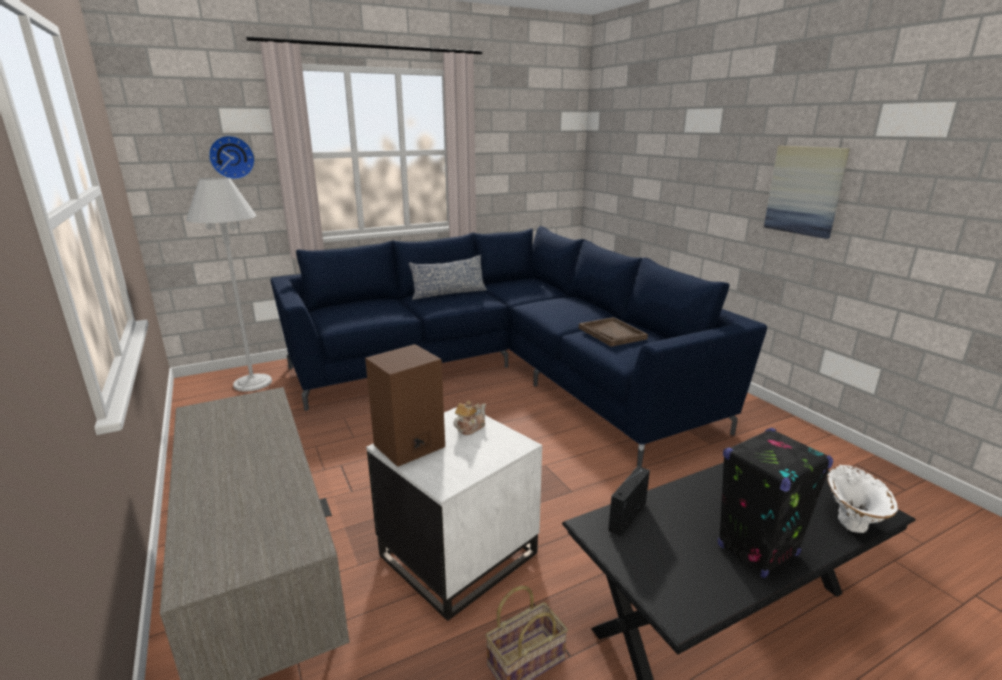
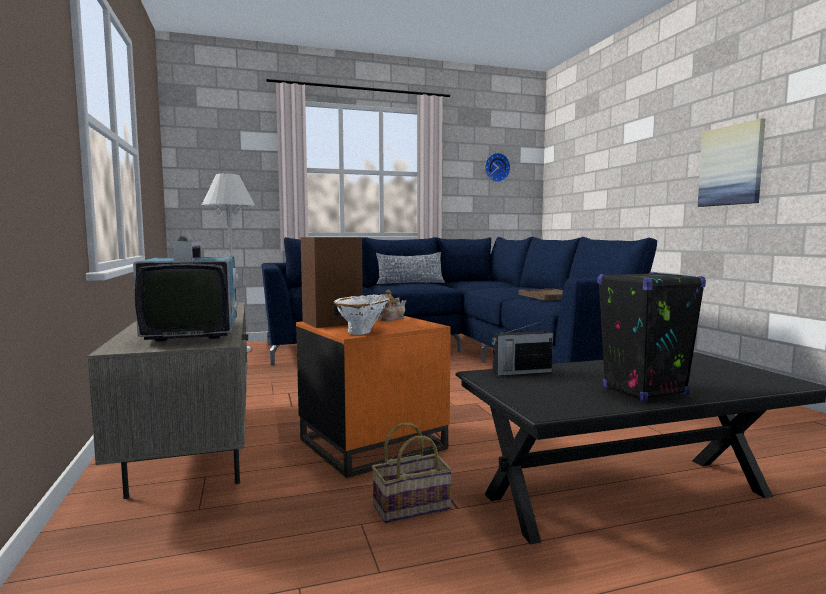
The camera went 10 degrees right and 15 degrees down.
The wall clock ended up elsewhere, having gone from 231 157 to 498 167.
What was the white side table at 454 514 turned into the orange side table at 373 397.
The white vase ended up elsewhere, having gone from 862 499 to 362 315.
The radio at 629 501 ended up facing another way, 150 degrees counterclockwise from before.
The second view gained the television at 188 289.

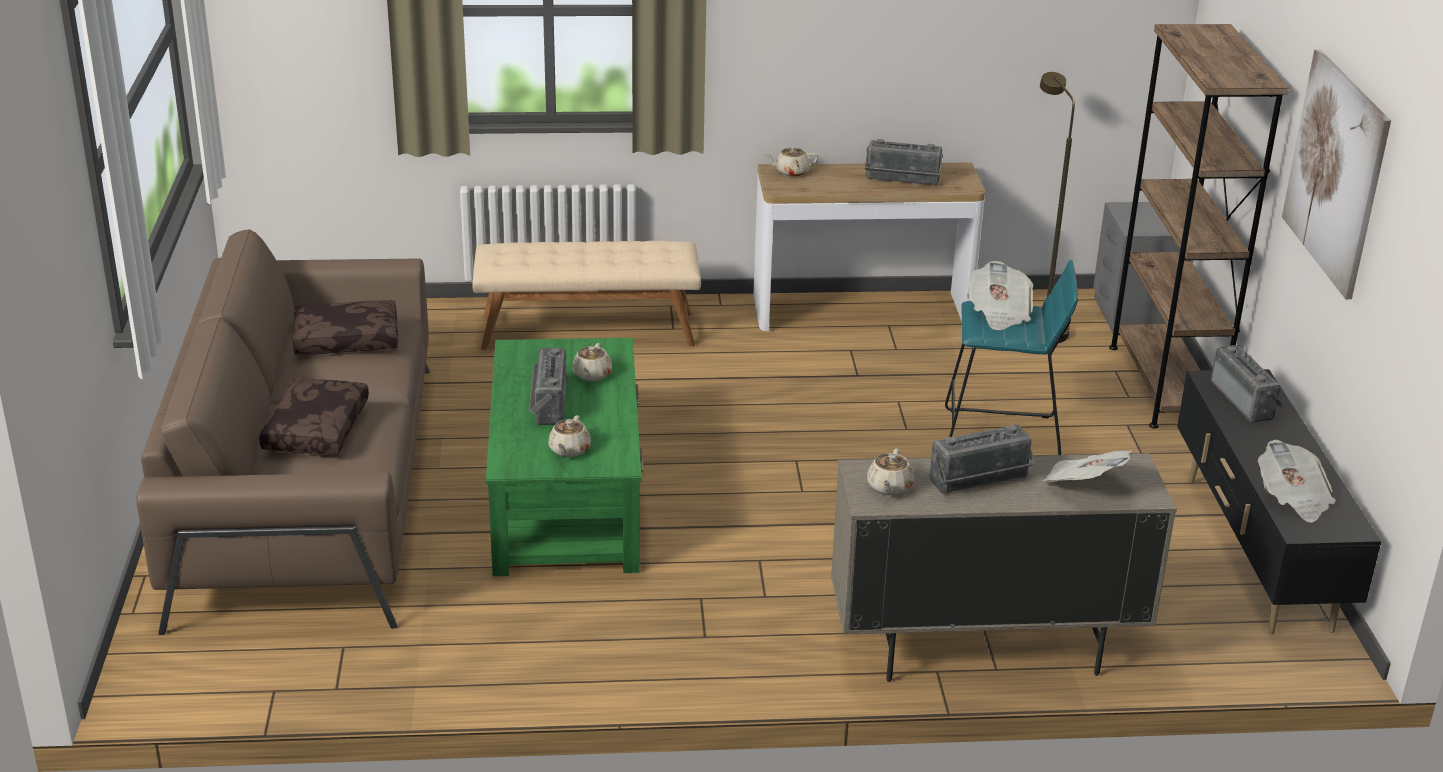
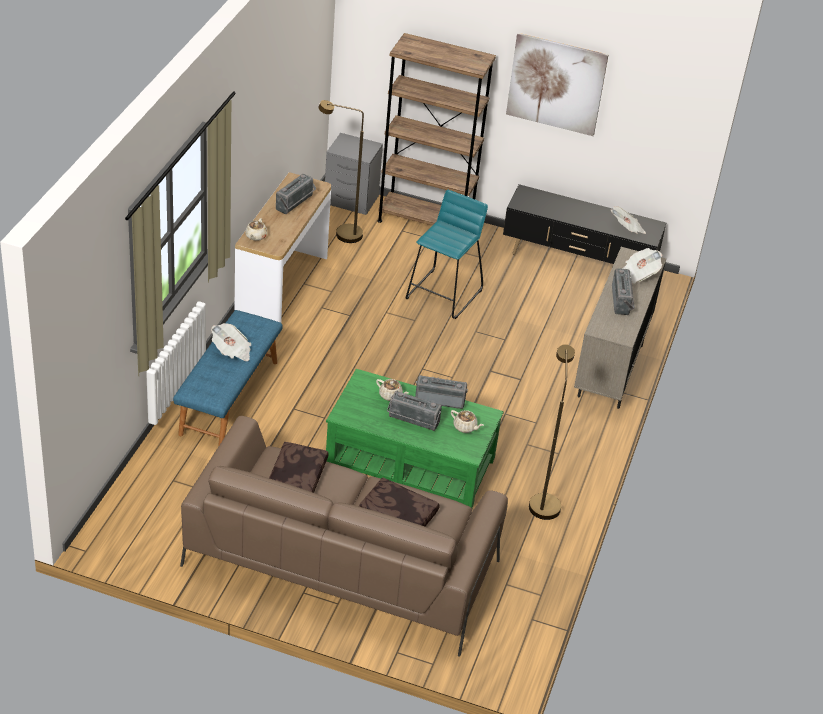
The camera went 70 degrees left and 10 degrees up.
What was the beige bench at 586 295 turned into the blue bench at 228 378.
The newspaper ended up elsewhere, having gone from 1000 295 to 231 342.
The radio ended up elsewhere, having gone from 1247 383 to 441 392.
The second view lost the beige teapot at 890 472.
The second view gained the brown floor lamp at 552 432.

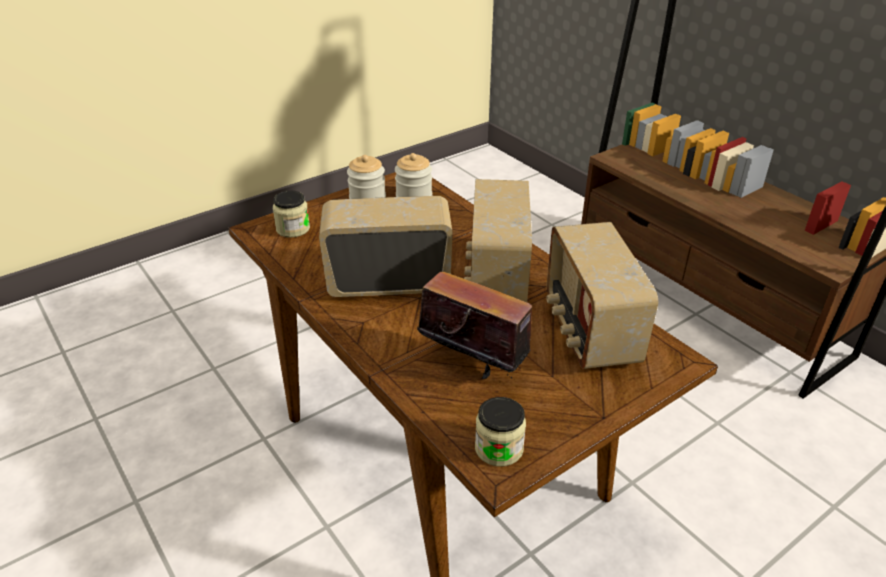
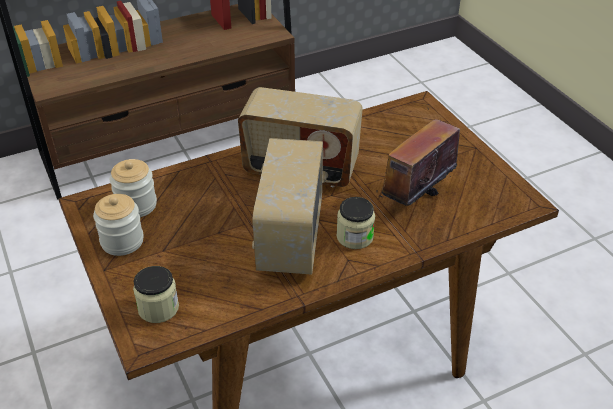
The camera went 80 degrees left and 5 degrees up.
The second view lost the radio at 602 295.
The jar ended up elsewhere, having gone from 500 431 to 356 223.

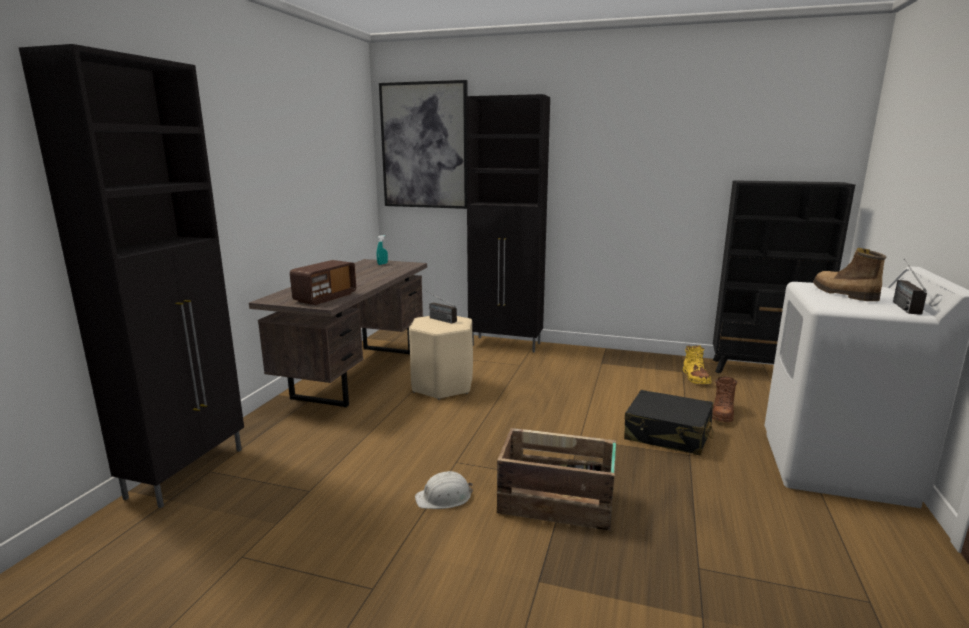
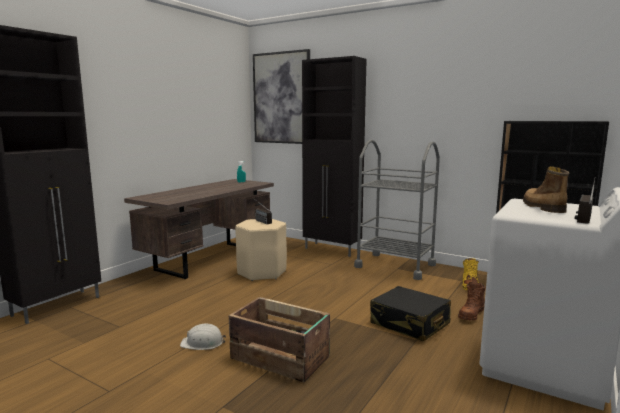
The camera went 15 degrees right and 5 degrees down.
The second view lost the radio at 323 282.
The second view gained the grey cart at 397 210.

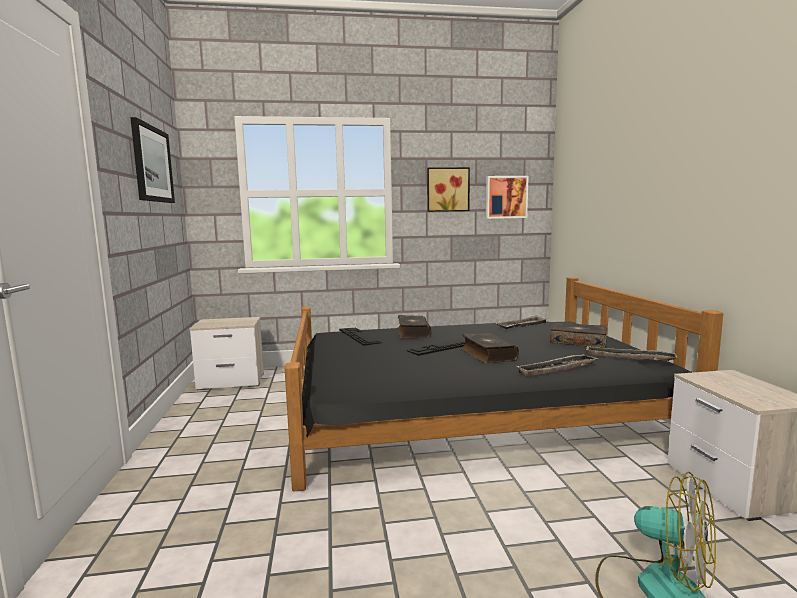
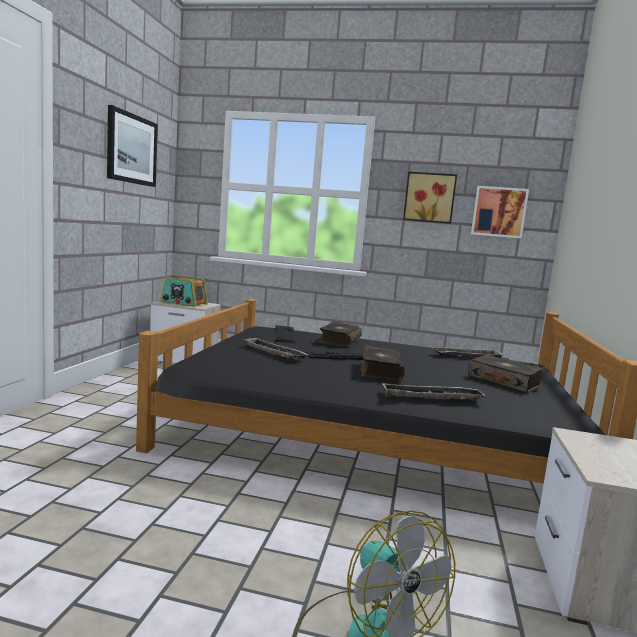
The camera went 20 degrees right and 0 degrees up.
The tray ended up elsewhere, having gone from 631 353 to 276 348.
The second view gained the radio at 184 291.

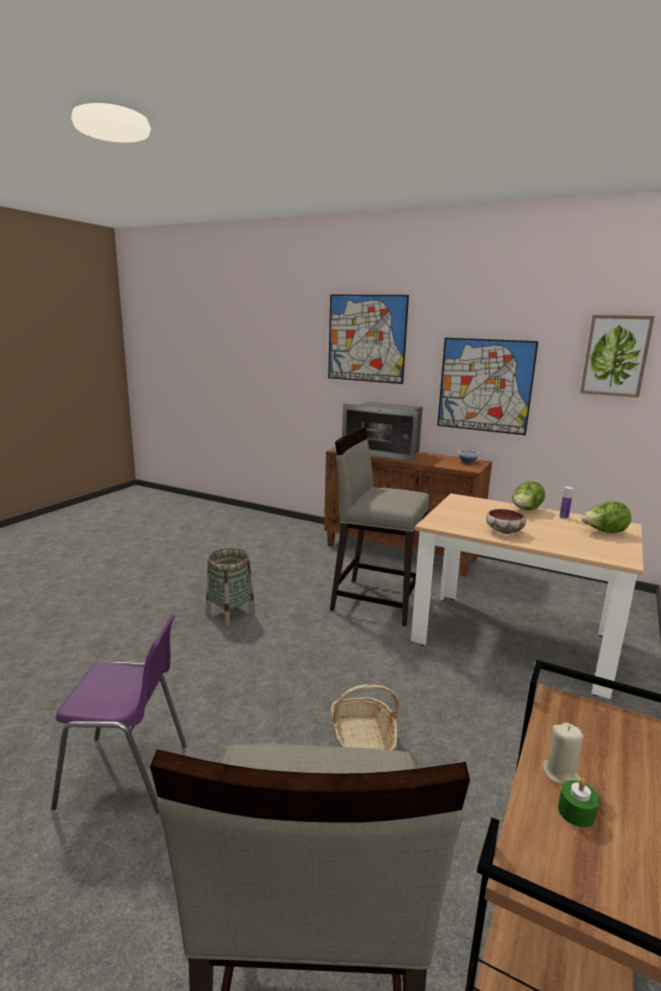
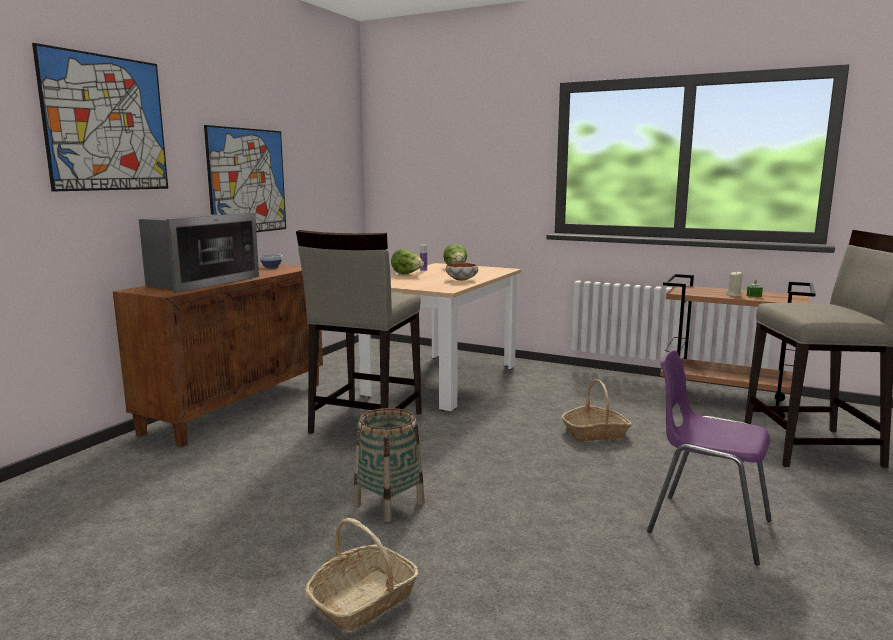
The camera went 90 degrees left and 5 degrees down.
The second view lost the picture at 617 356.
The purple chair at 119 714 ended up facing another way, 60 degrees counterclockwise from before.
The second view gained the basket at 362 574.

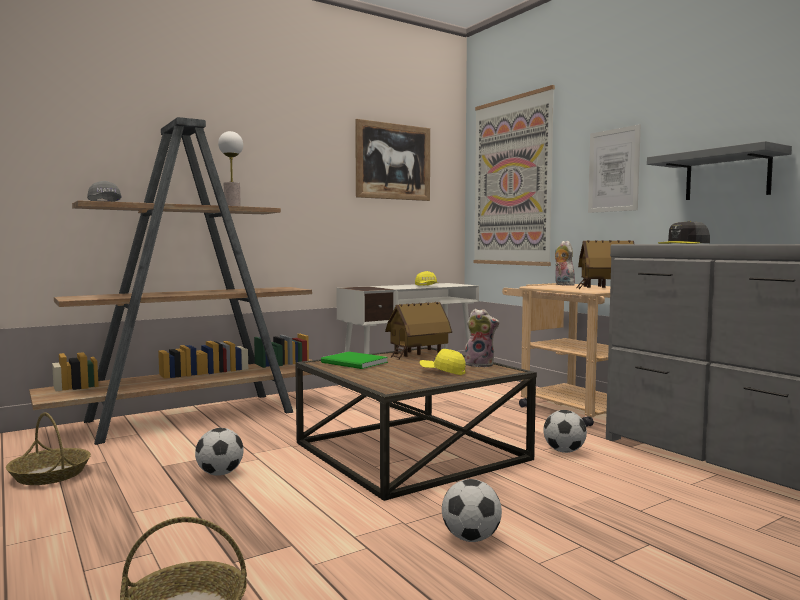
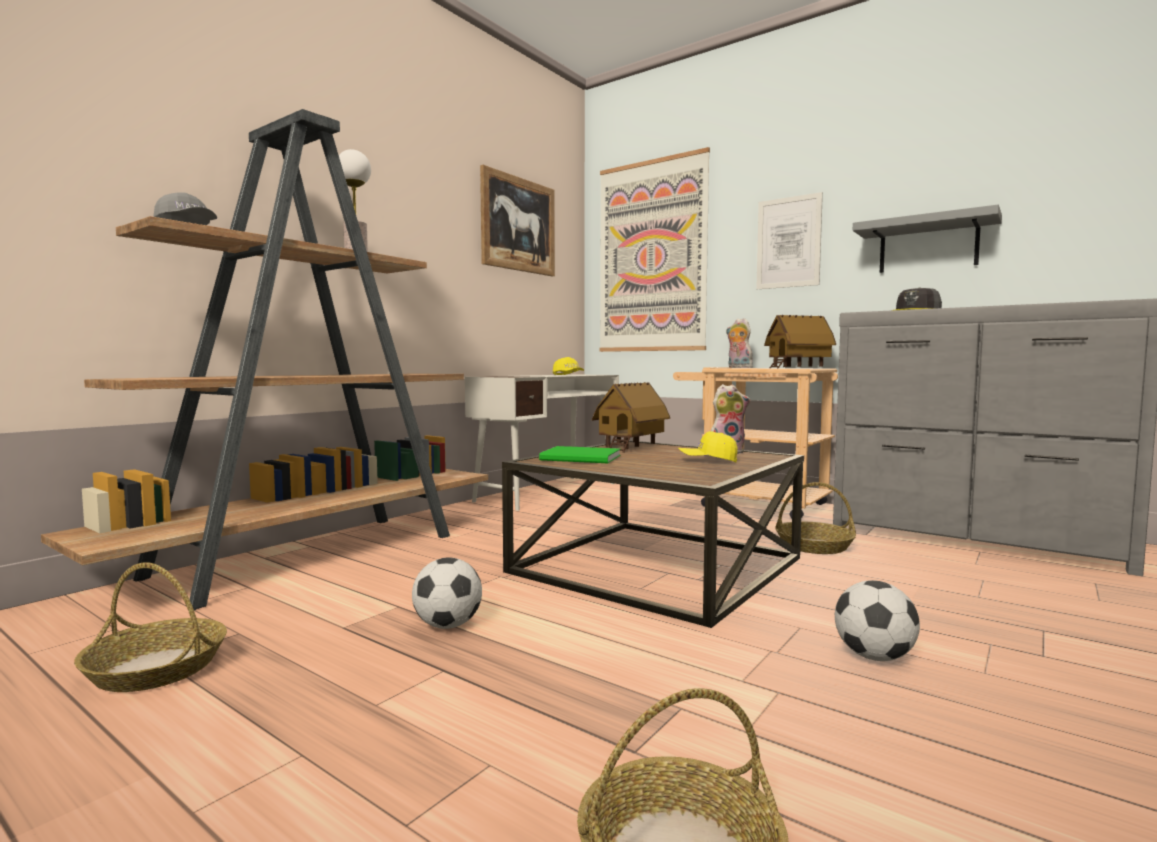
The camera went 20 degrees left and 0 degrees up.
Where the football stood at 565 431, the basket came to stand at 815 518.

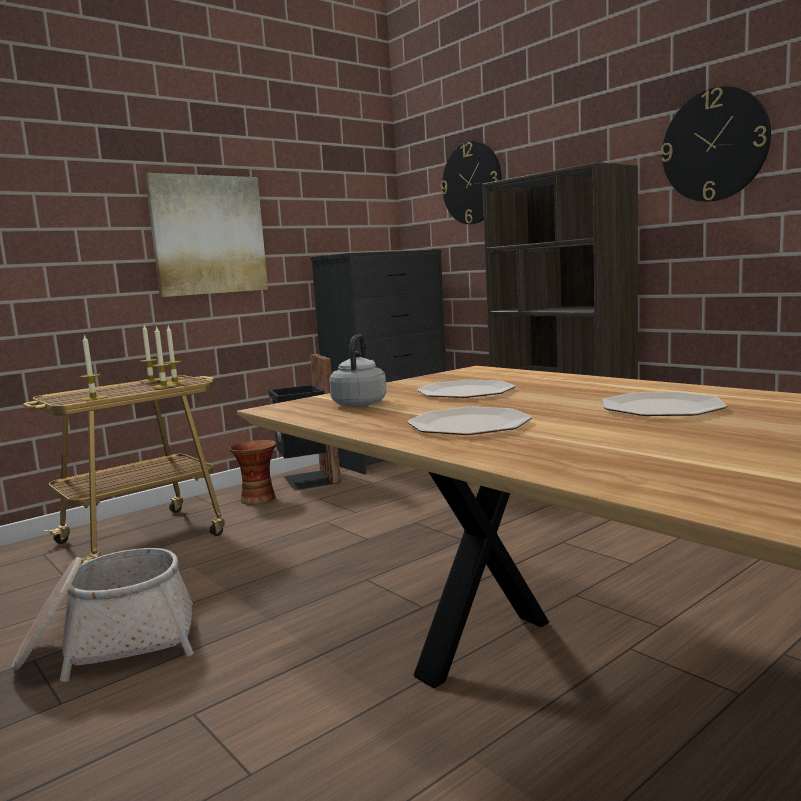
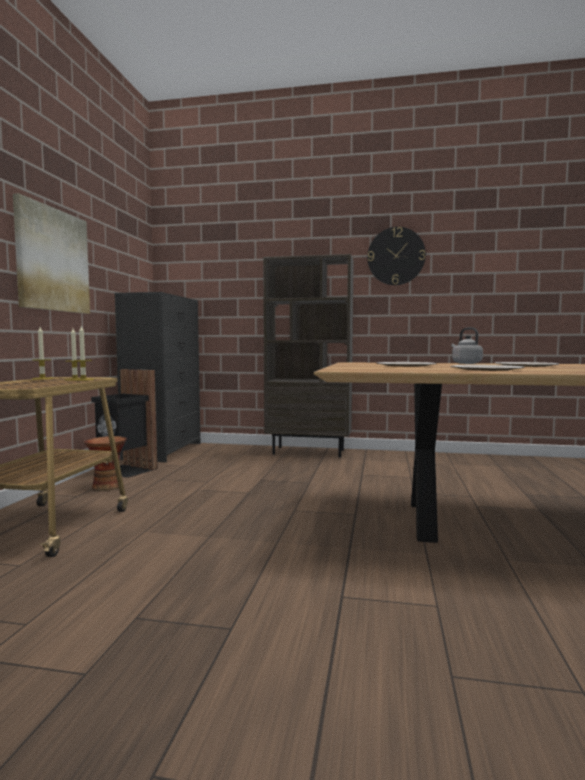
The camera went 40 degrees left and 5 degrees down.
The second view lost the wall clock at 471 182.
The second view lost the candle at 92 367.
The grey kettle ended up elsewhere, having gone from 358 370 to 467 345.
The second view lost the basket at 103 615.

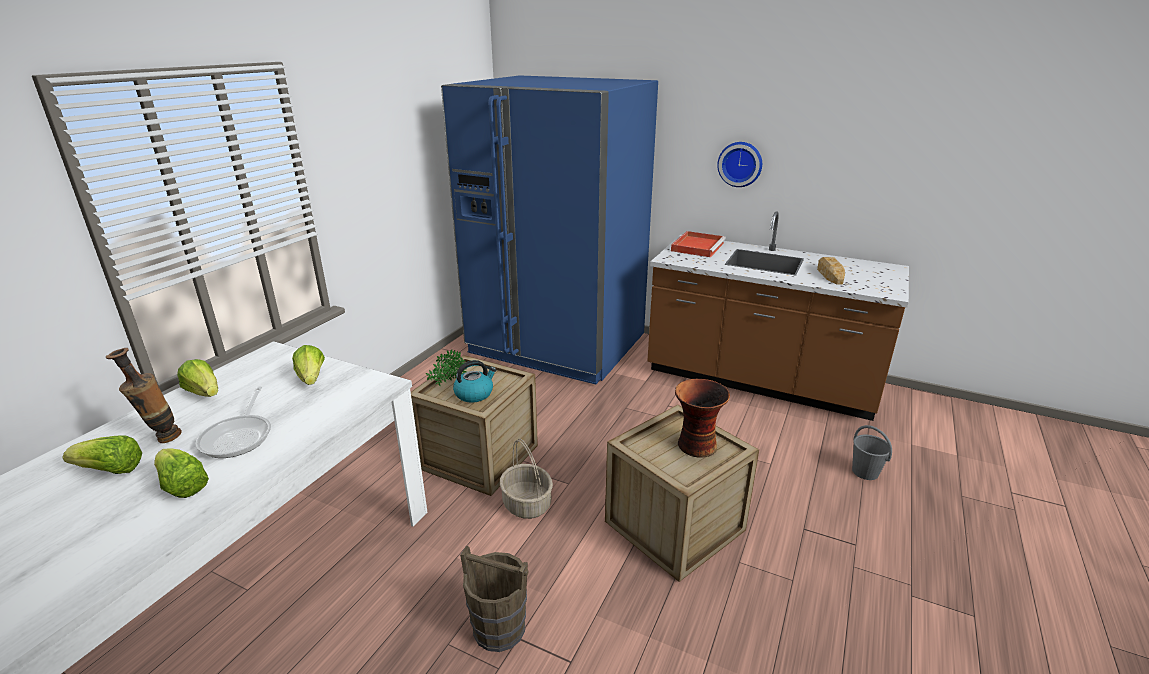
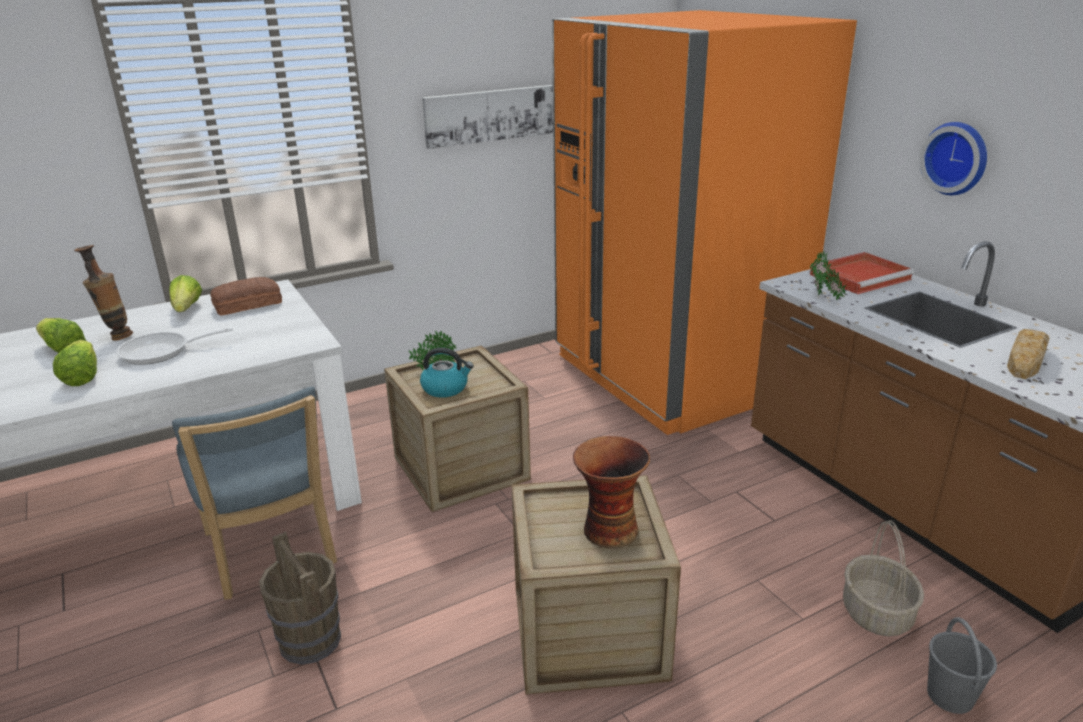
The camera went 35 degrees right and 0 degrees up.
What was the blue fridge at 549 229 turned into the orange fridge at 704 222.
The second view lost the lettuce at 308 365.
The frying pan at 233 422 ended up facing another way, 45 degrees clockwise from before.
The basket ended up elsewhere, having gone from 526 479 to 883 578.
The second view gained the picture at 487 117.
The second view gained the potted plant at 828 275.
The second view gained the bread at 246 296.
The second view gained the blue chair at 254 493.

